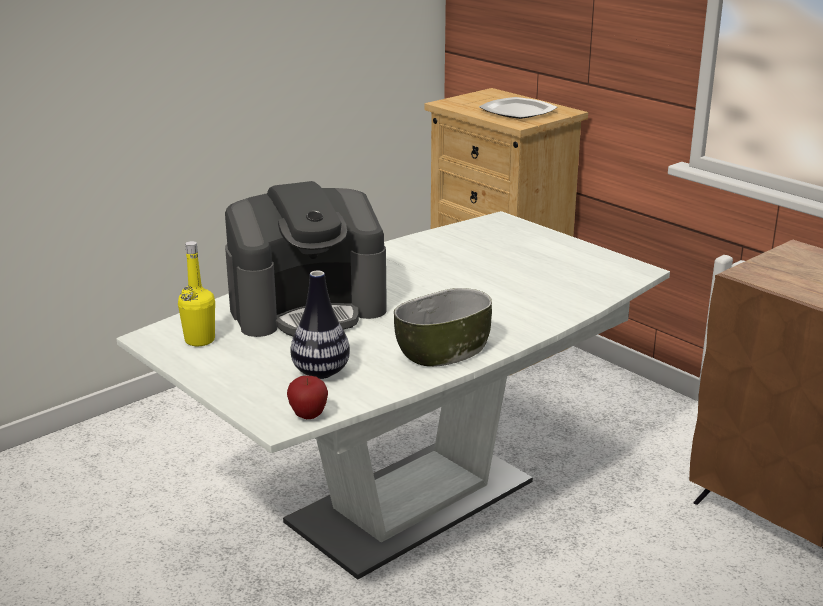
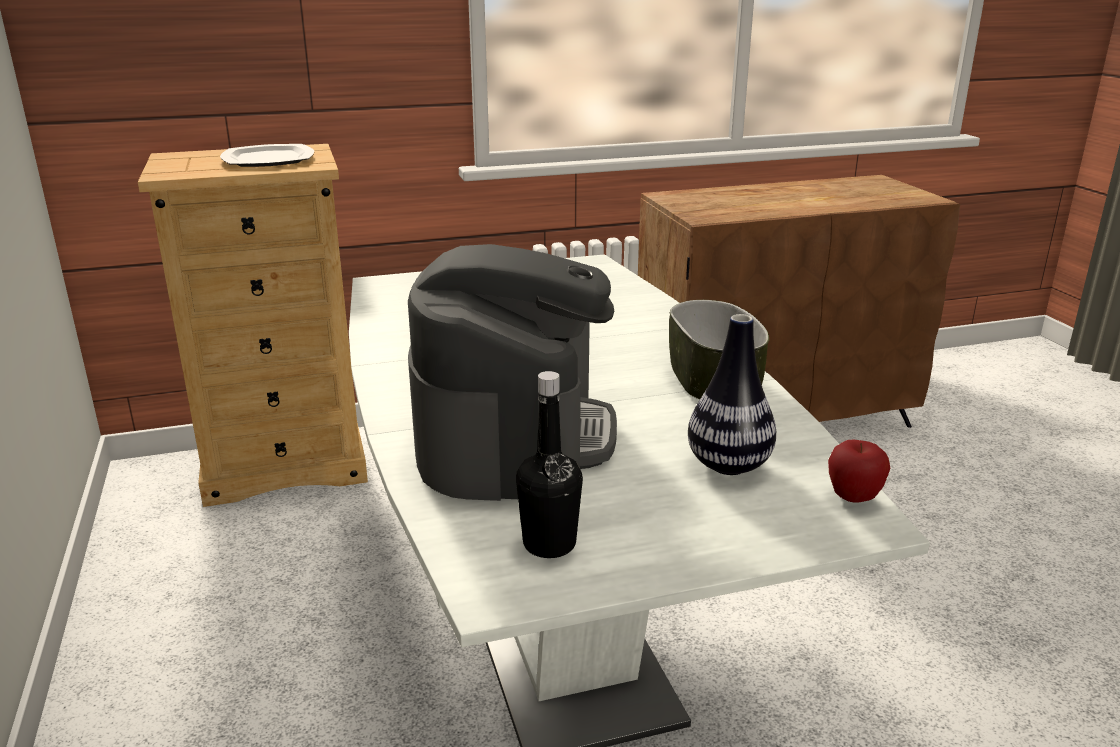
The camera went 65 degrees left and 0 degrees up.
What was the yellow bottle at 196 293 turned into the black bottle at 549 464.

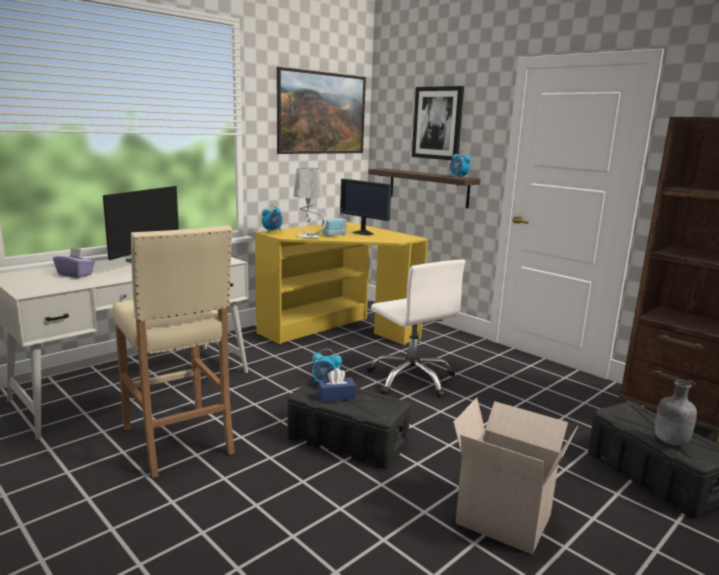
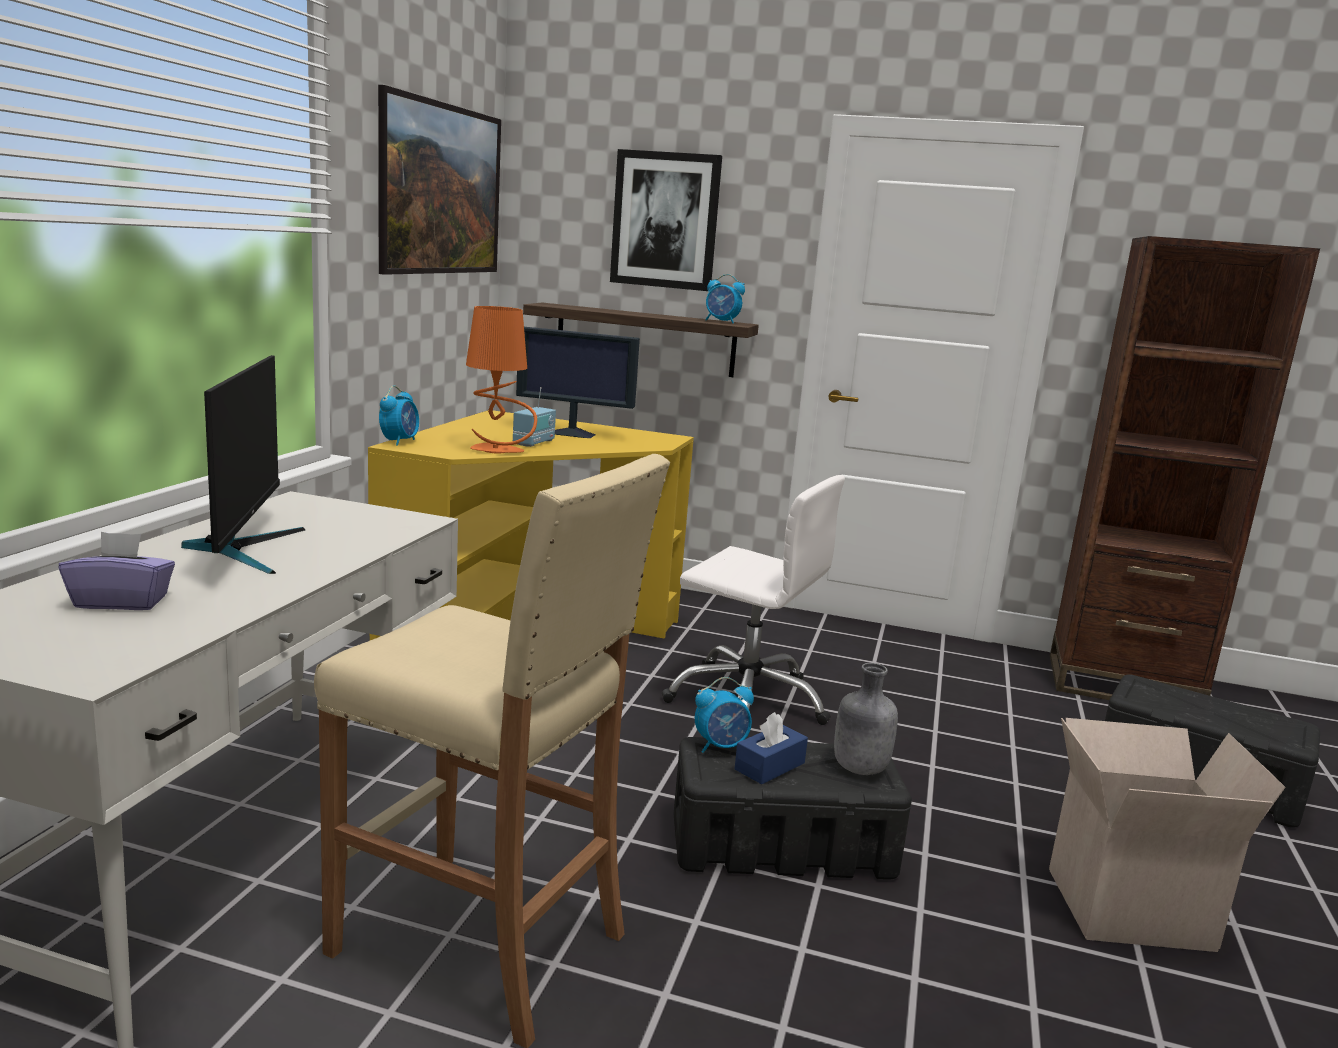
The camera went 30 degrees left and 0 degrees up.
What was the grey table lamp at 309 202 turned into the orange table lamp at 501 379.
The grey bottle ended up elsewhere, having gone from 676 413 to 866 719.

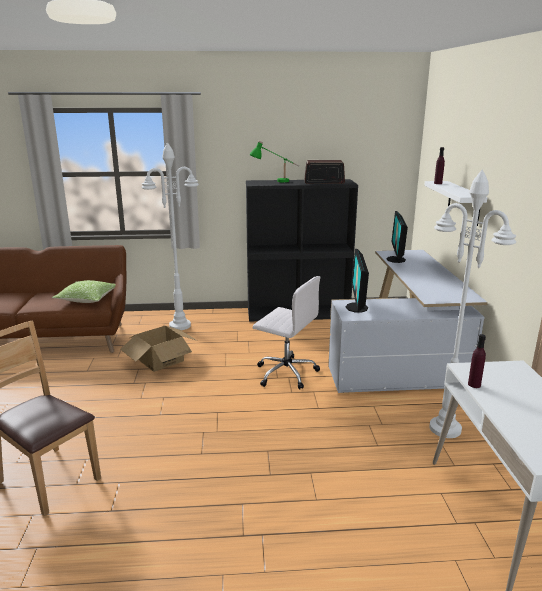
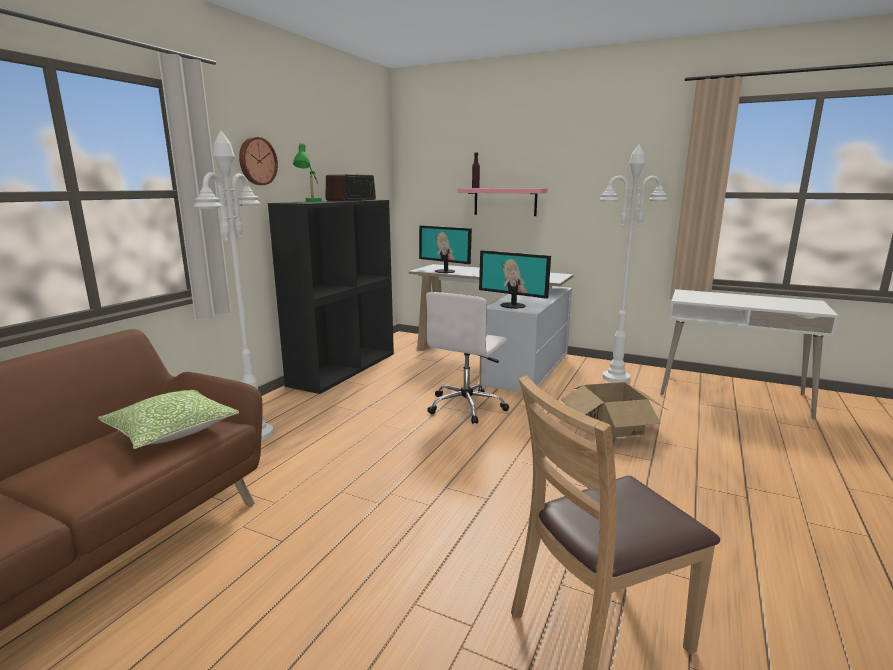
The camera went 60 degrees left and 5 degrees down.
What was the white shelf at 456 203 turned into the pink shelf at 502 202.
The white office chair at 287 333 ended up facing another way, 150 degrees clockwise from before.
The cardboard box ended up elsewhere, having gone from 158 349 to 615 410.
The second view lost the purple bottle at 477 361.
The second view gained the wall clock at 258 161.

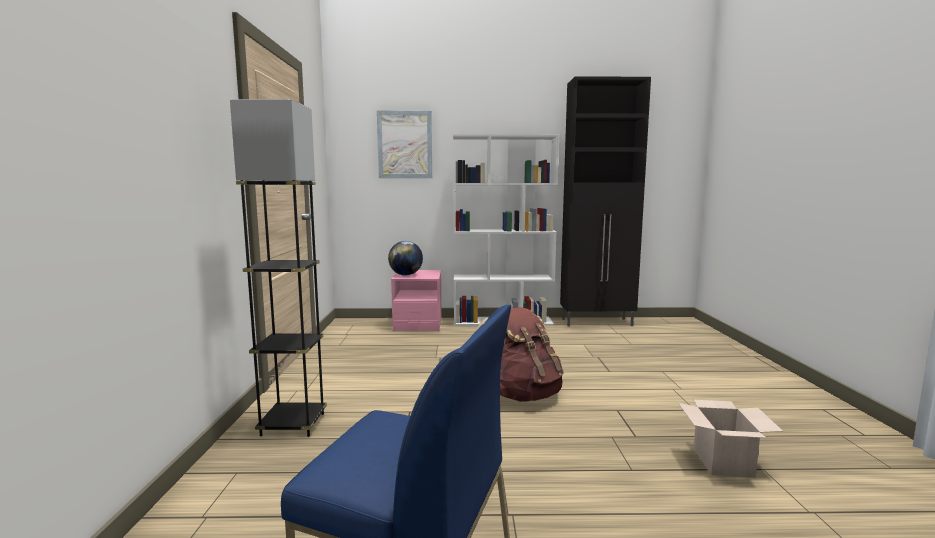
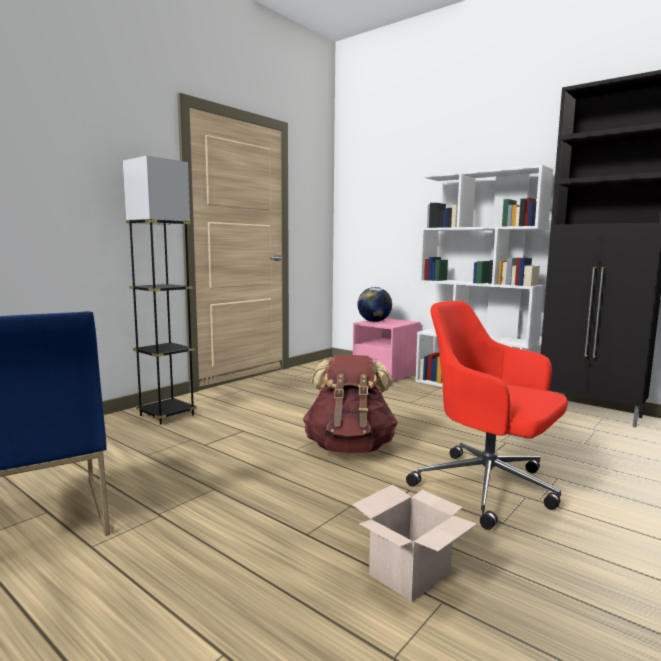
The camera went 40 degrees right and 0 degrees up.
The second view lost the picture at 404 144.
The second view gained the red office chair at 487 415.

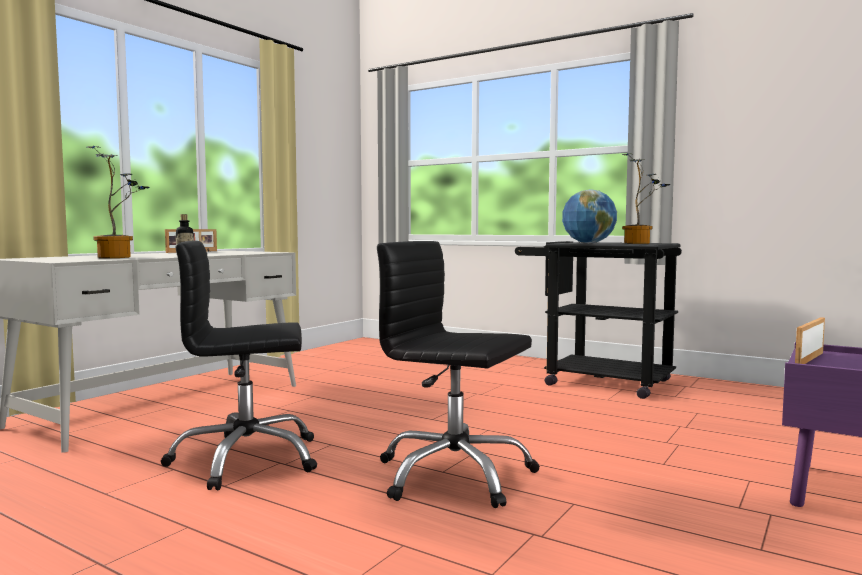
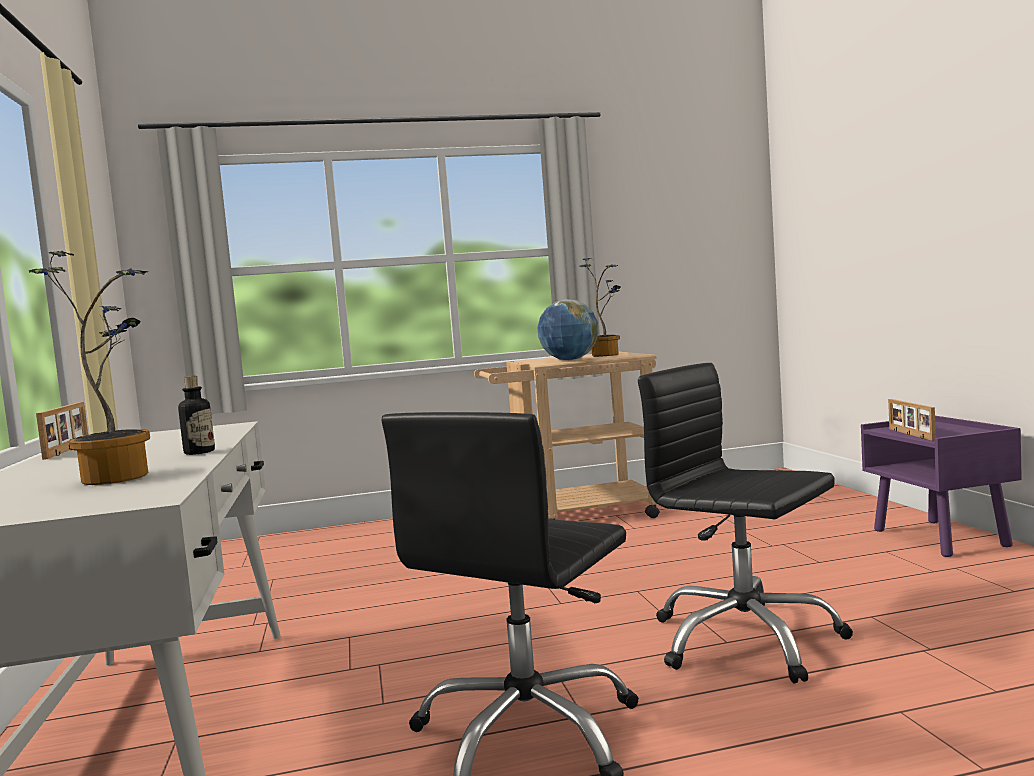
The camera went 45 degrees left and 0 degrees up.
The black office chair at 458 374 ended up facing another way, 60 degrees clockwise from before.
What was the black cart at 598 320 turned into the beige cart at 567 435.

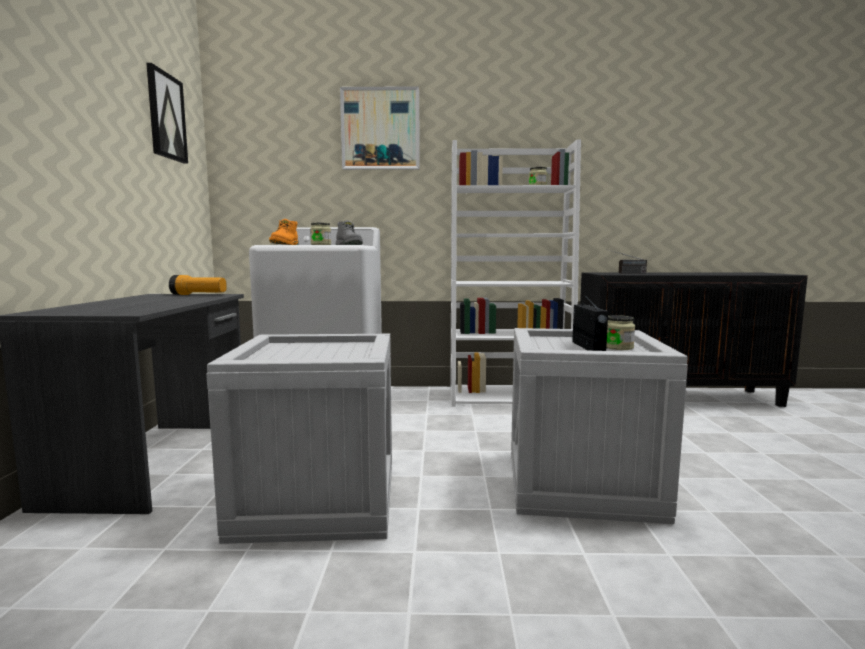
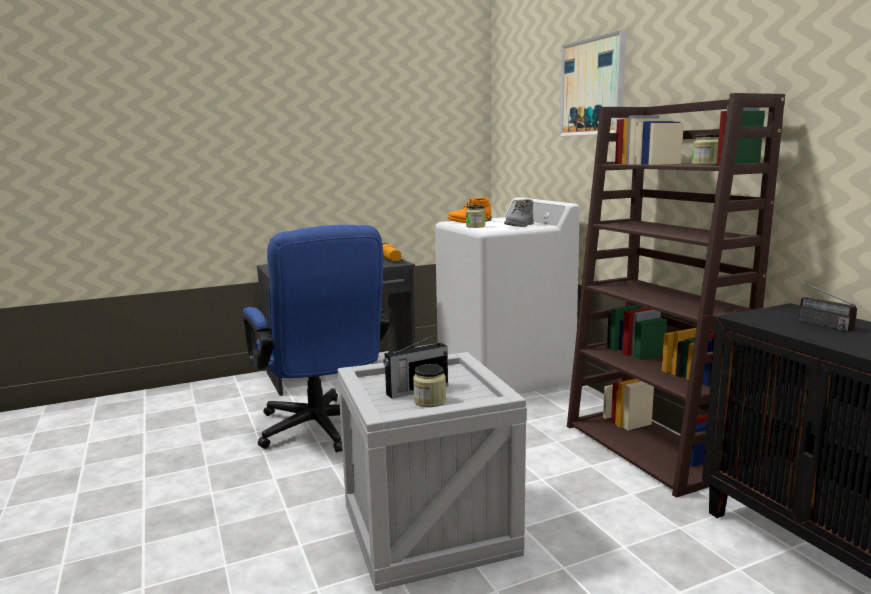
The camera went 65 degrees right and 5 degrees up.
The second view lost the picture at 167 113.
What was the white bookcase at 515 273 turned into the brown bookcase at 676 295.
Where the crate stood at 299 439, the blue office chair came to stand at 316 339.

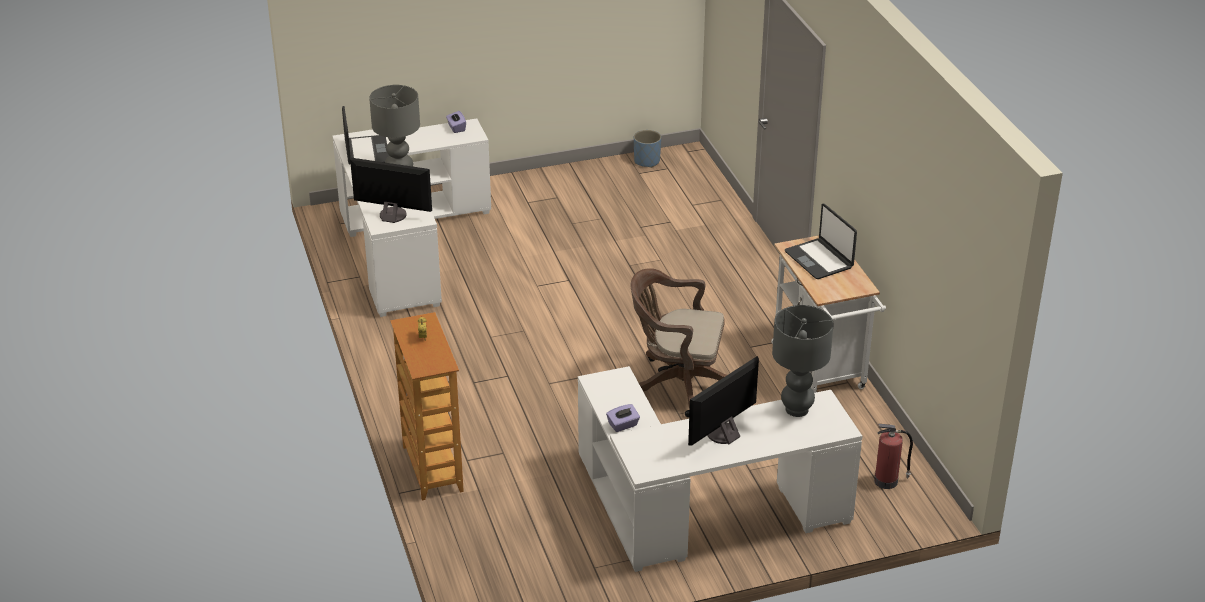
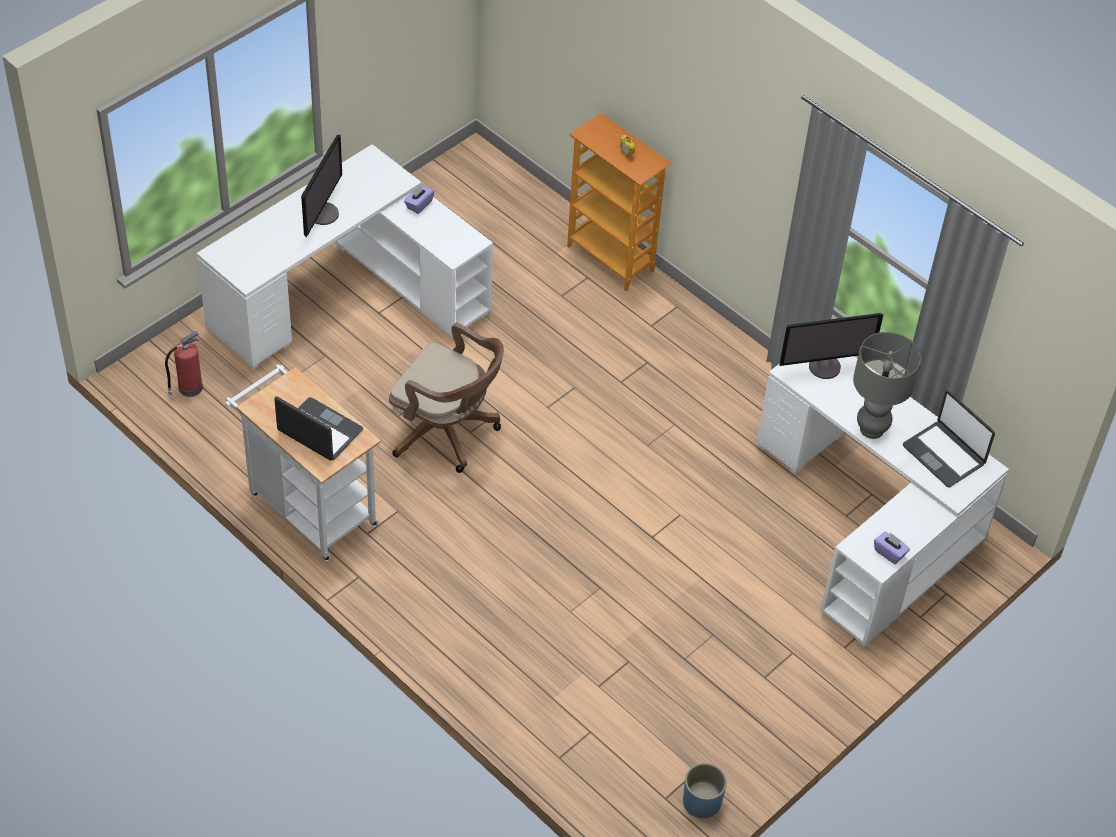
The camera went 150 degrees right and 15 degrees up.
The brown office chair at 679 342 ended up facing another way, 45 degrees clockwise from before.
The second view lost the grey table lamp at 803 361.

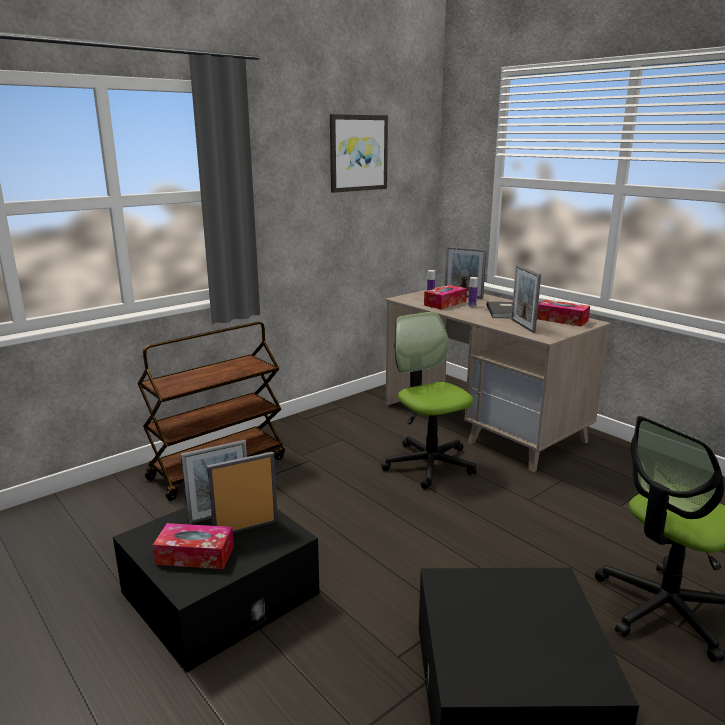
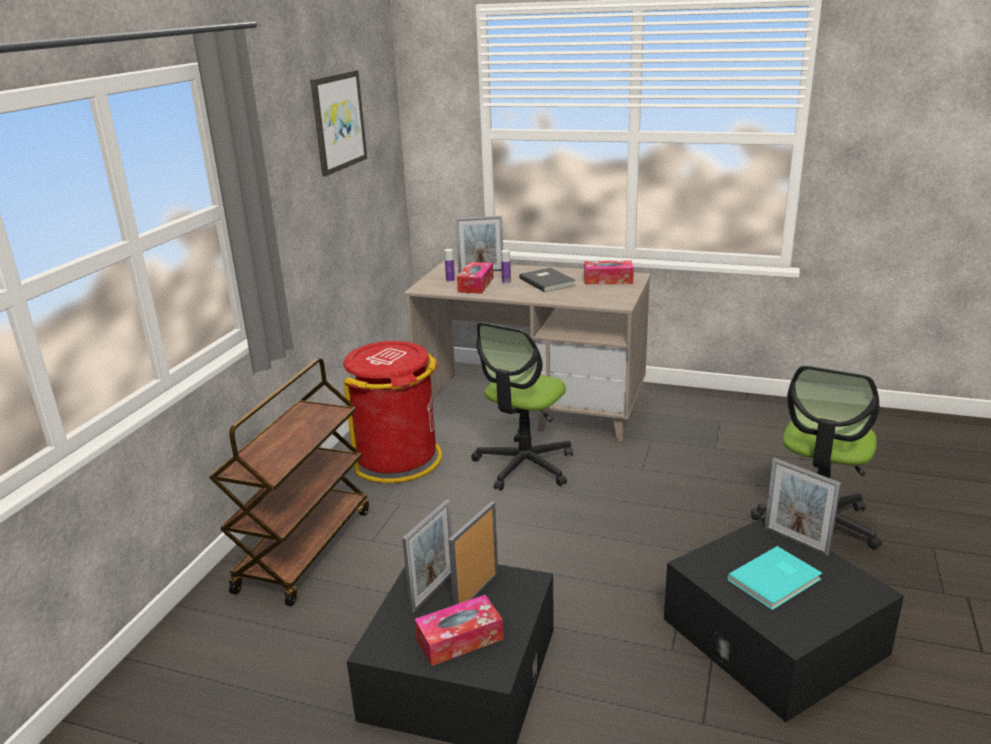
The camera went 30 degrees left and 5 degrees up.
The picture frame ended up elsewhere, having gone from 526 299 to 802 507.
The office chair at 428 400 ended up facing another way, 90 degrees counterclockwise from before.
The second view gained the red trash can at 392 412.
The second view gained the turquoise book at 774 578.

